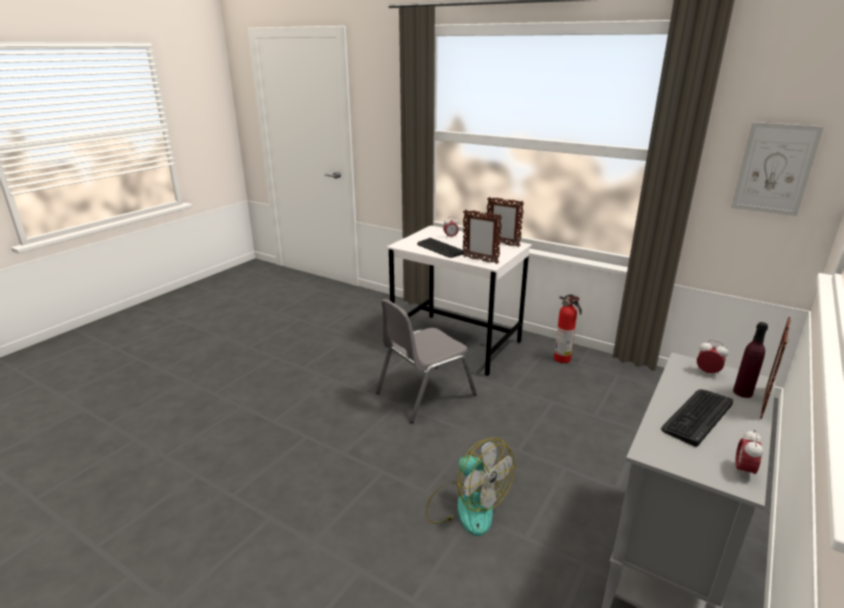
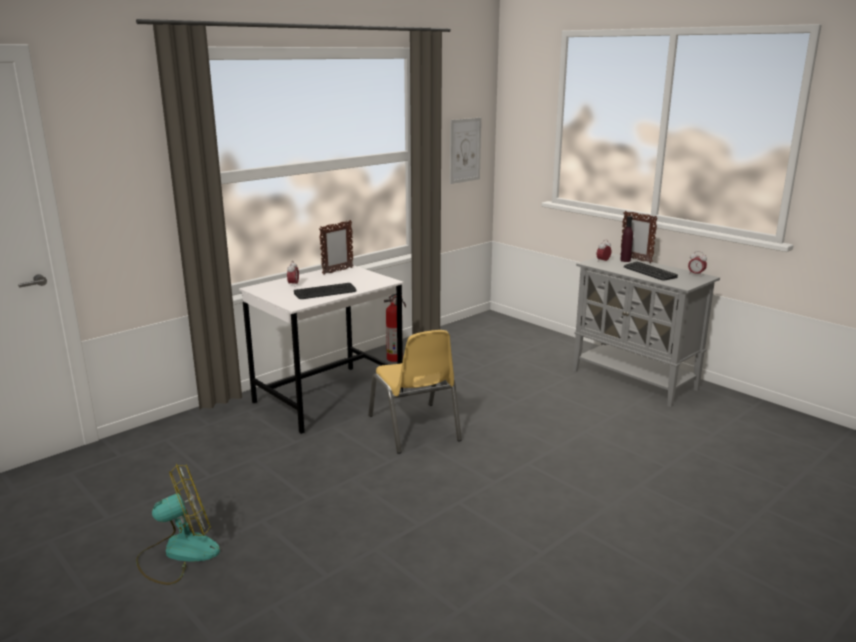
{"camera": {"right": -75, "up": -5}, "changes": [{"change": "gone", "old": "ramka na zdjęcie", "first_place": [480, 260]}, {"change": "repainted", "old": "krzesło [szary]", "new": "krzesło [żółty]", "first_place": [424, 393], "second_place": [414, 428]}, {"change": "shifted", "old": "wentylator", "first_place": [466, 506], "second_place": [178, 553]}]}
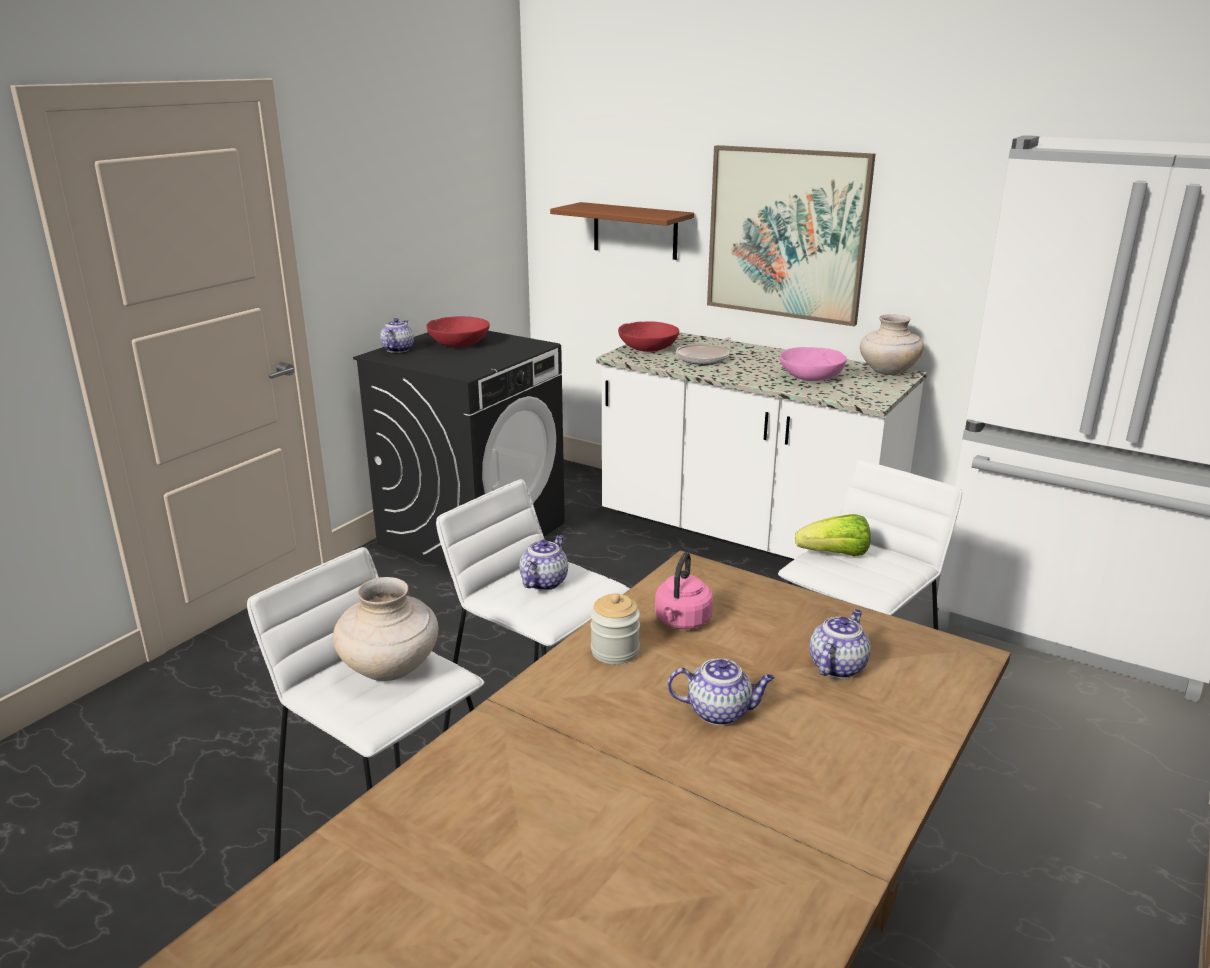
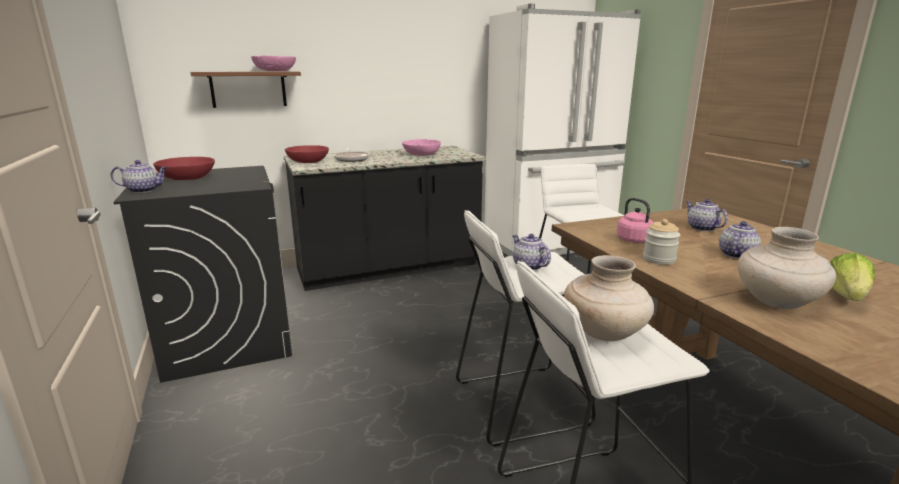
{"camera": {"right": -55, "up": -5}, "changes": [{"change": "gone", "old": "obraz", "first_place": [786, 234]}, {"change": "shifted", "old": "wazon [beżowy]", "first_place": [887, 372], "second_place": [777, 302]}, {"change": "rotated", "old": "imbryk", "first_place": [398, 349], "second_place": [144, 190], "degrees": 120}, {"change": "repainted", "old": "zabudowa kuchenna [biały]", "new": "zabudowa kuchenna [czarny]", "first_place": [745, 538], "second_place": [389, 268]}, {"change": "shifted", "old": "sałata", "first_place": [835, 555], "second_place": [846, 296]}, {"change": "new", "new": "miska [różowy]", "second_place": [275, 71]}]}
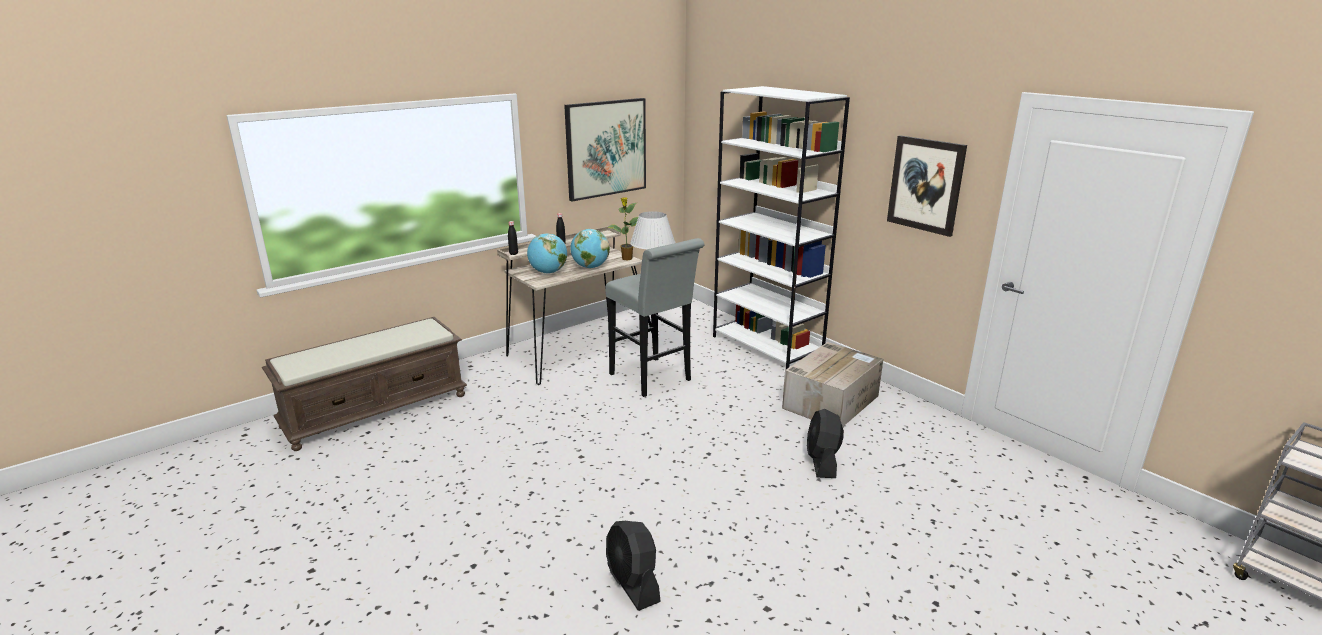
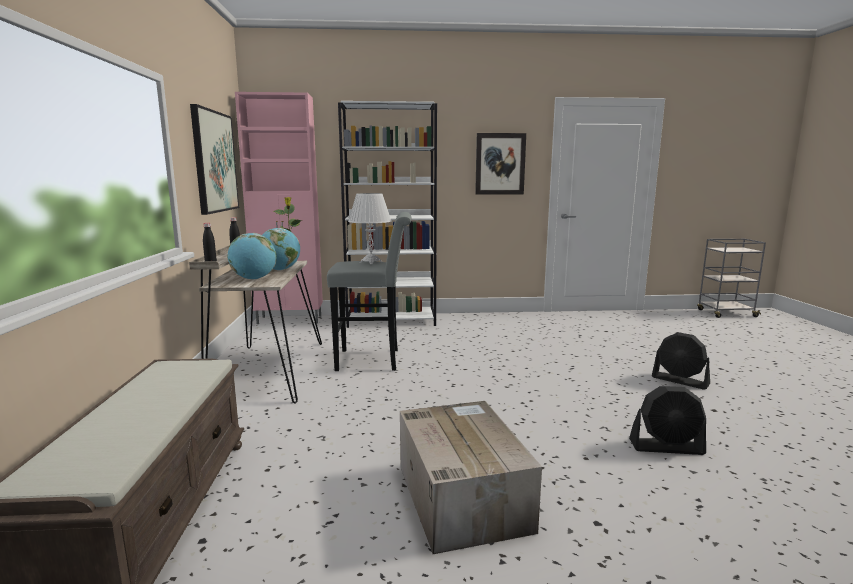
{"camera": {"right": -55, "up": -10}, "changes": [{"change": "shifted", "old": "karton", "first_place": [831, 401], "second_place": [461, 495]}, {"change": "shifted", "old": "wentylator [czarny]", "first_place": [822, 462], "second_place": [680, 381]}, {"change": "new", "new": "szafka [różowy]", "second_place": [290, 320]}]}
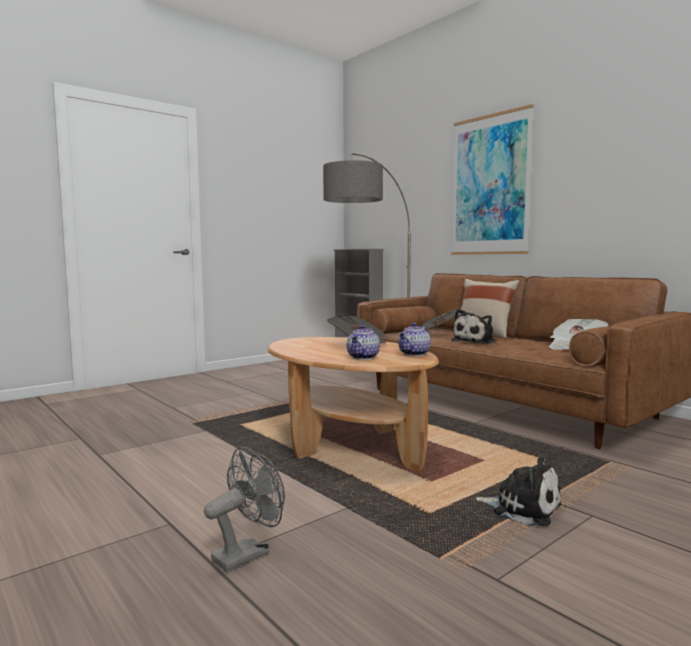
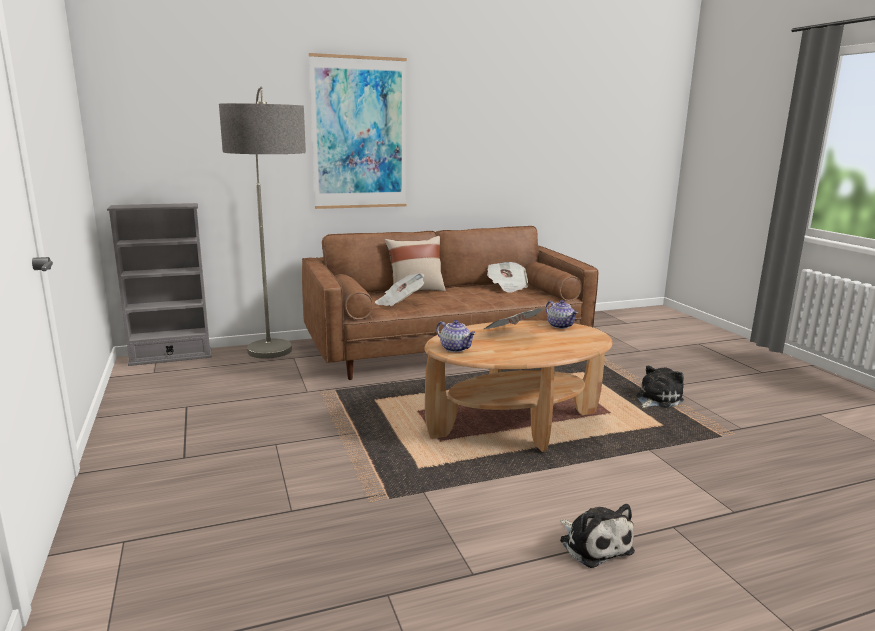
{"camera": {"right": -70, "up": 10}, "changes": [{"change": "shifted", "old": "pluszak", "first_place": [476, 341], "second_place": [593, 544]}, {"change": "shifted", "old": "imbryk", "first_place": [363, 357], "second_place": [456, 348]}, {"change": "gone", "old": "wentylator [szary]", "first_place": [248, 553]}]}
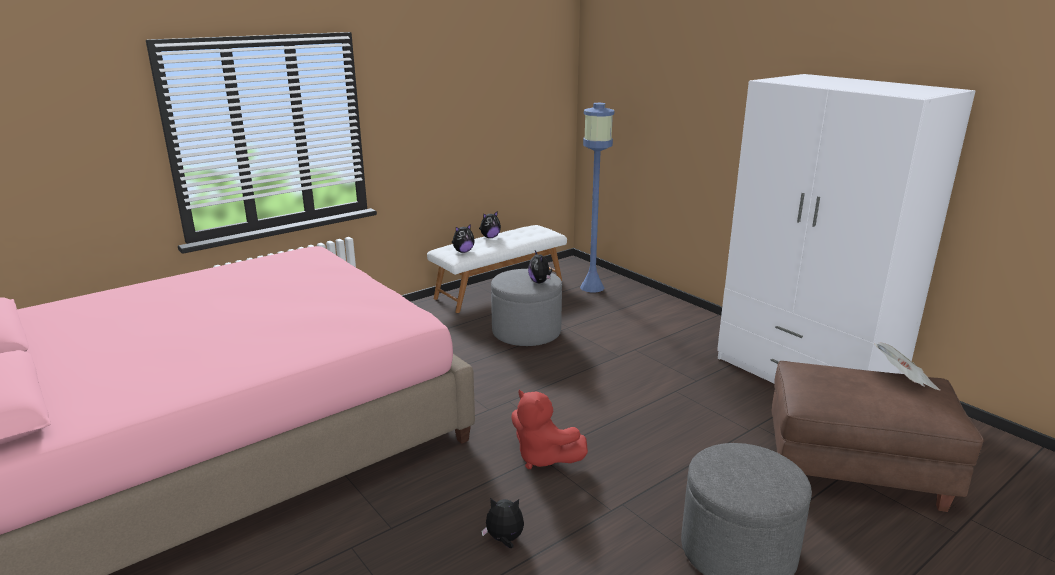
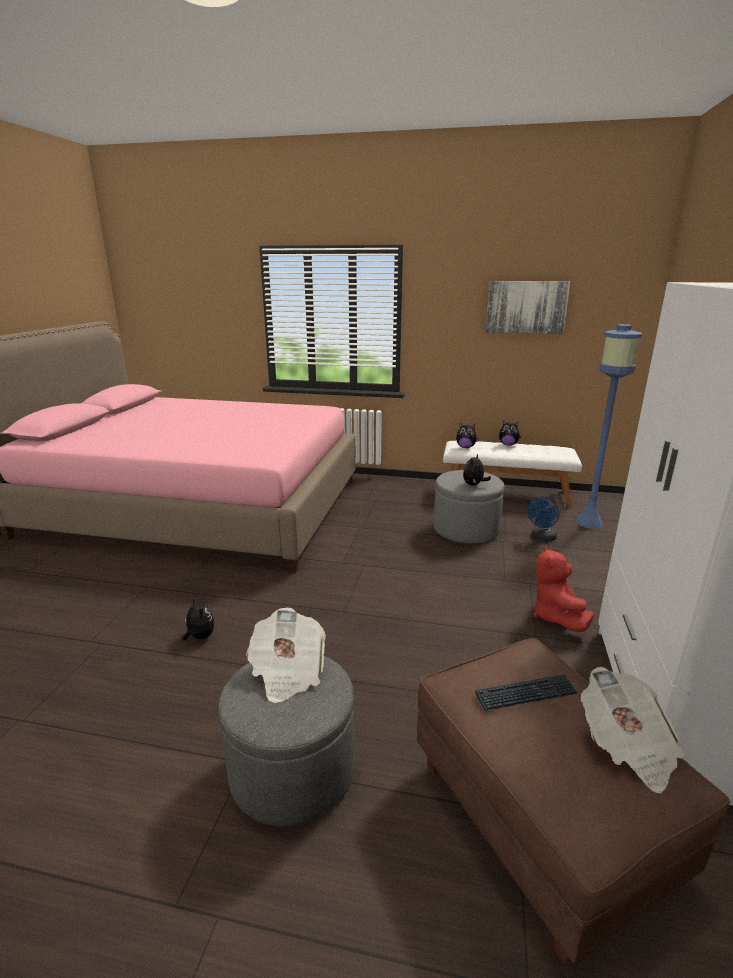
{"camera": {"right": 50, "up": 0}, "changes": [{"change": "shifted", "old": "pluszak [czerwony]", "first_place": [543, 457], "second_place": [556, 617]}, {"change": "new", "new": "obraz", "second_place": [526, 307]}, {"change": "new", "new": "wentylator [niebieski]", "second_place": [542, 538]}, {"change": "new", "new": "gazeta", "second_place": [287, 671]}, {"change": "new", "new": "klawiatura", "second_place": [526, 694]}]}
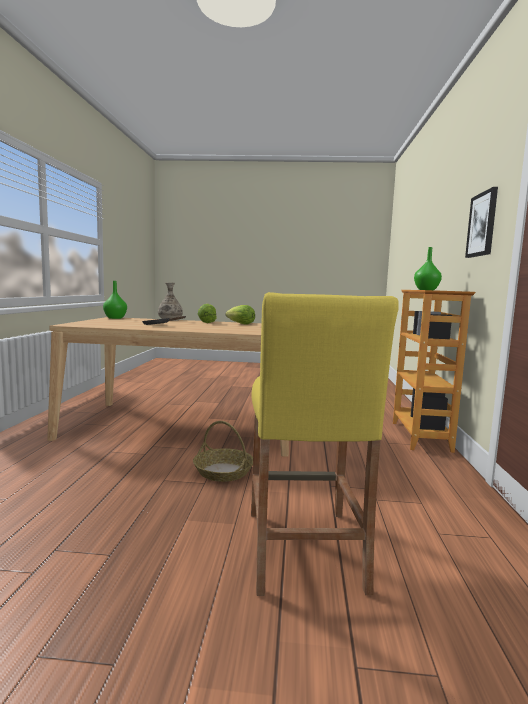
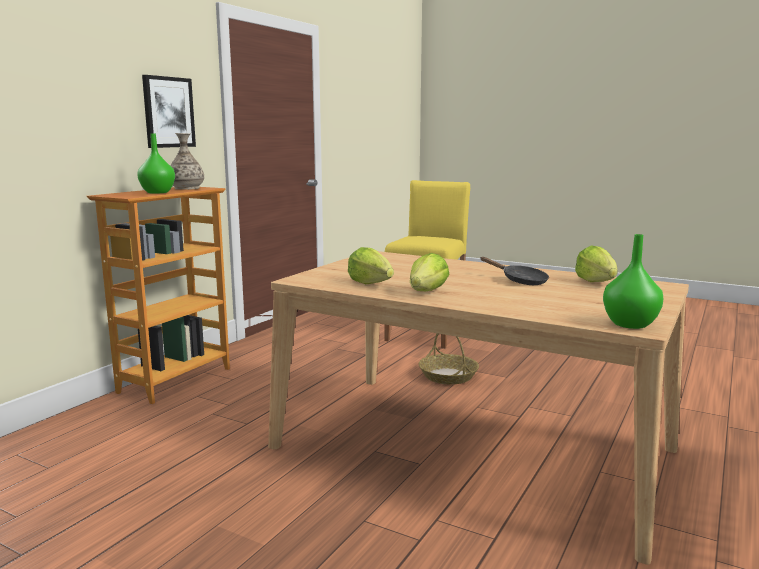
{"camera": {"right": -155, "up": 5}, "changes": [{"change": "shifted", "old": "wazon", "first_place": [170, 320], "second_place": [187, 188]}, {"change": "new", "new": "sałata", "second_place": [596, 282]}]}
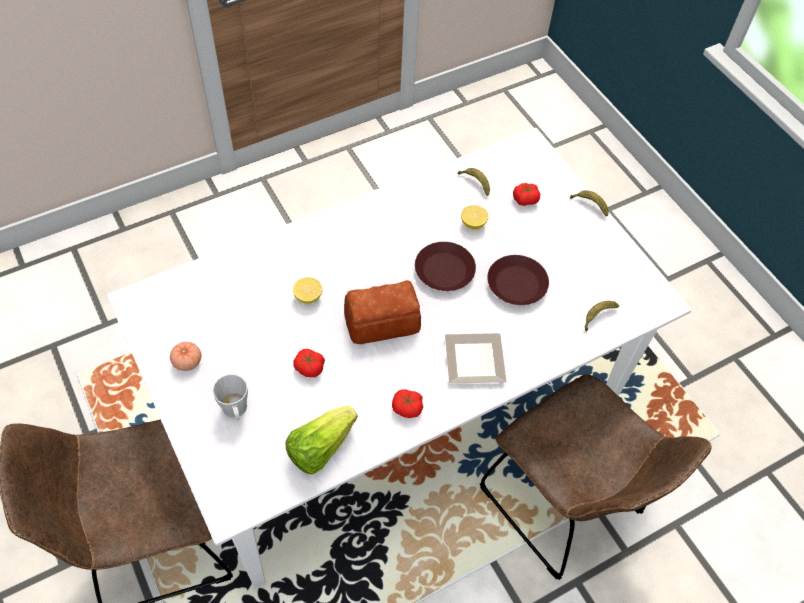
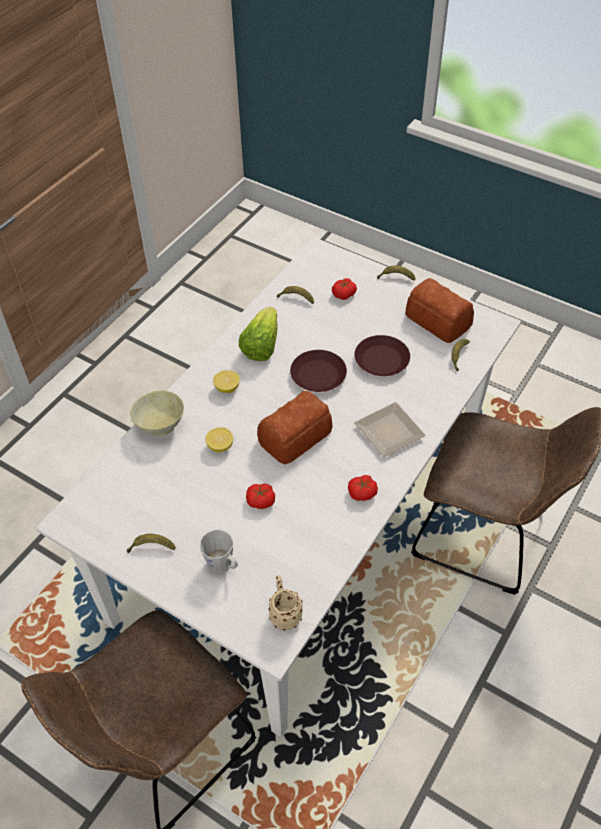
{"camera": {"right": -25, "up": -5}, "changes": [{"change": "shifted", "old": "cytryna", "first_place": [473, 223], "second_place": [227, 388]}, {"change": "swapped", "old": "pomidor", "new": "banan", "first_place": [187, 361], "second_place": [151, 547]}, {"change": "shifted", "old": "sałata", "first_place": [320, 447], "second_place": [261, 345]}, {"change": "new", "new": "chleb", "second_place": [438, 321]}, {"change": "new", "new": "miska [beżowy]", "second_place": [160, 424]}, {"change": "new", "new": "kubek [beżowy]", "second_place": [284, 613]}]}
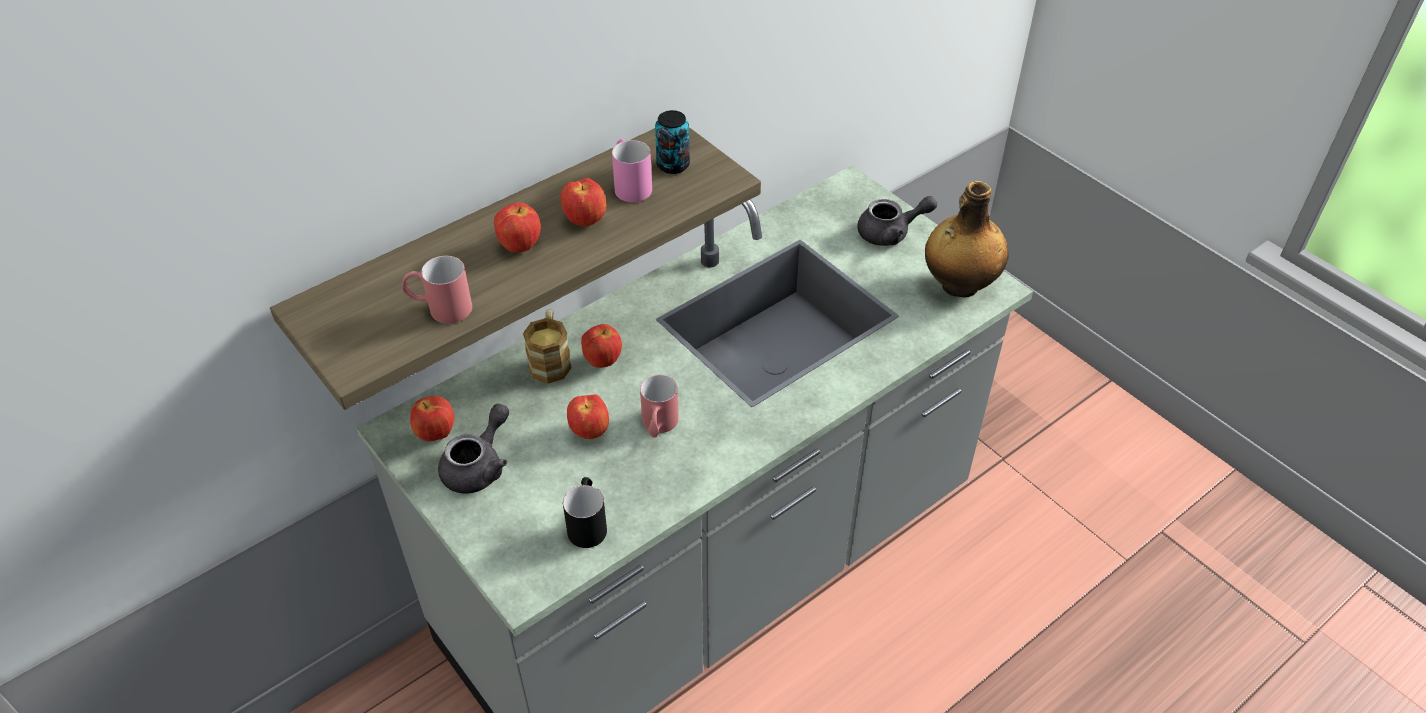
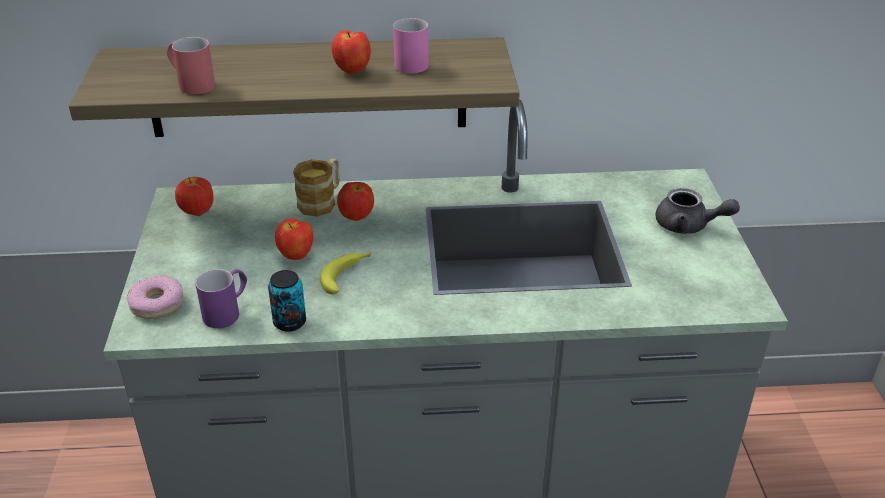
{"camera": {"right": 35, "up": -10}, "changes": [{"change": "shifted", "old": "puszka", "first_place": [673, 165], "second_place": [289, 322]}, {"change": "gone", "old": "butelka", "first_place": [958, 286]}, {"change": "gone", "old": "jabłko", "first_place": [520, 246]}, {"change": "swapped", "old": "kubek [czerwony]", "new": "banan", "first_place": [658, 427], "second_place": [348, 275]}, {"change": "gone", "old": "imbryk [szary]", "first_place": [479, 466]}, {"change": "repainted", "old": "kubek [czarny]", "new": "kubek [fioletowy]", "first_place": [587, 522], "second_place": [228, 311]}, {"change": "new", "new": "donut", "second_place": [157, 304]}]}
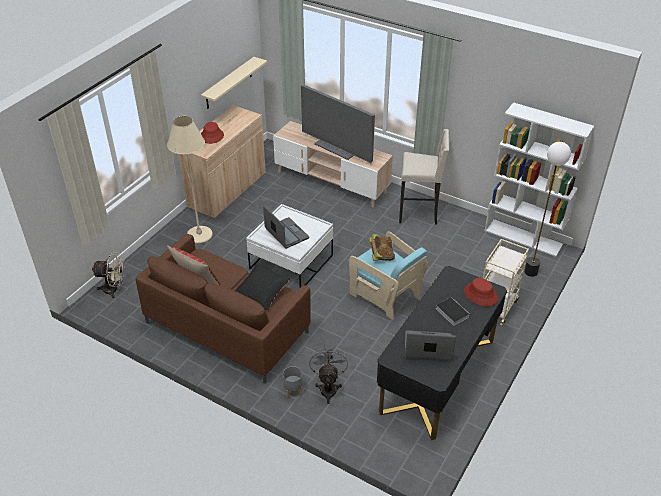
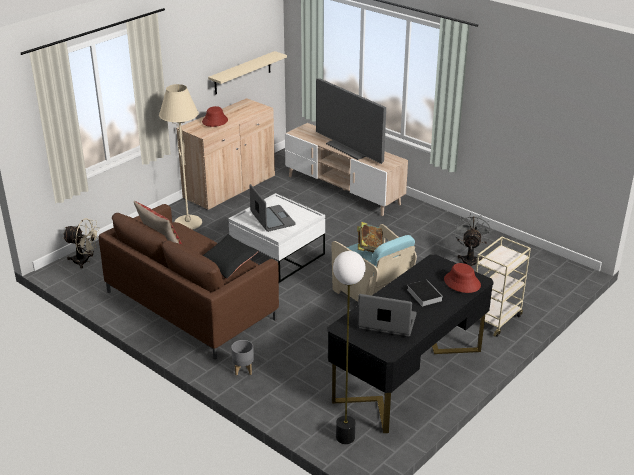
{"camera": {"right": 10, "up": -10}, "changes": [{"change": "gone", "old": "regał [biały]", "first_place": [523, 237]}, {"change": "gone", "old": "stołek [beżowy]", "first_place": [419, 213]}, {"change": "shifted", "old": "lampa stojąca", "first_place": [530, 272], "second_place": [345, 437]}, {"change": "shifted", "old": "wentylator [szary]", "first_place": [328, 387], "second_place": [469, 259]}]}
